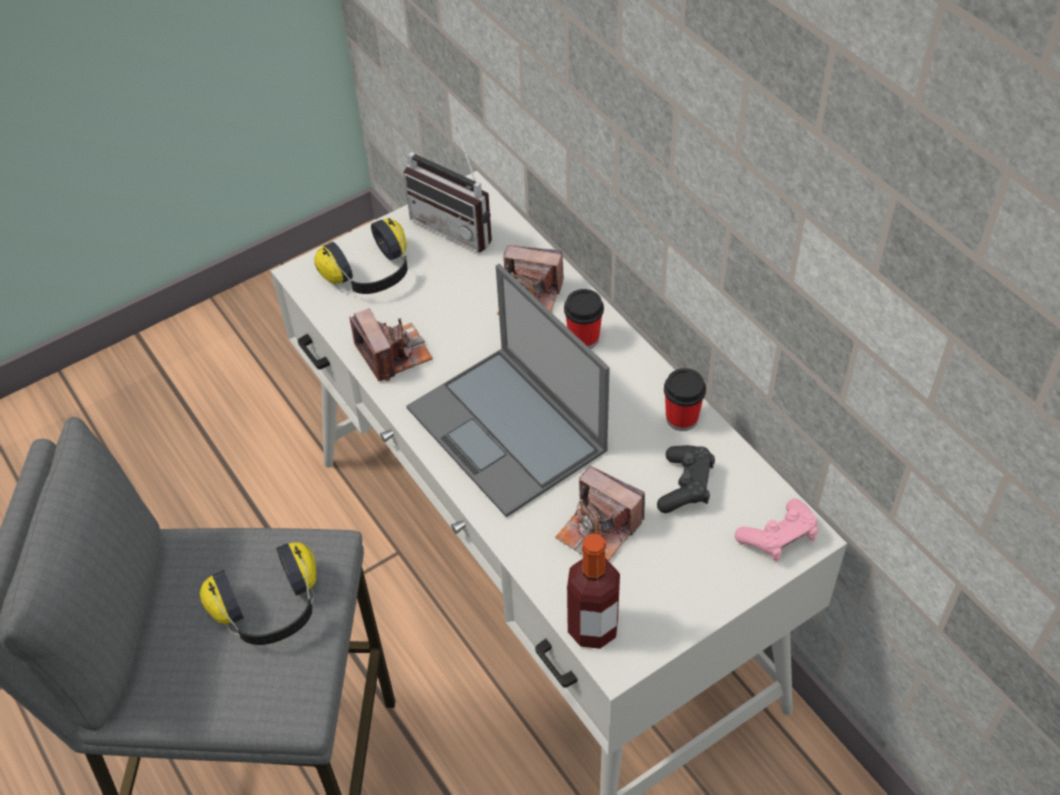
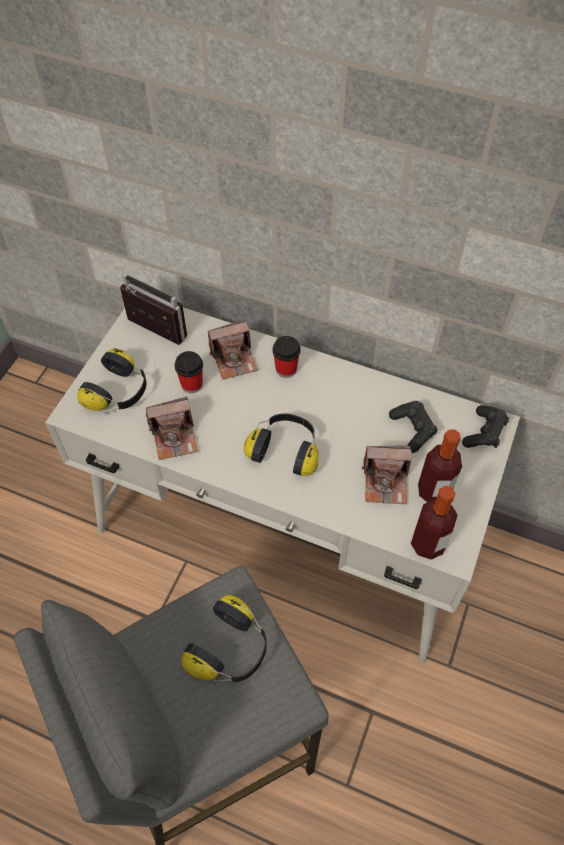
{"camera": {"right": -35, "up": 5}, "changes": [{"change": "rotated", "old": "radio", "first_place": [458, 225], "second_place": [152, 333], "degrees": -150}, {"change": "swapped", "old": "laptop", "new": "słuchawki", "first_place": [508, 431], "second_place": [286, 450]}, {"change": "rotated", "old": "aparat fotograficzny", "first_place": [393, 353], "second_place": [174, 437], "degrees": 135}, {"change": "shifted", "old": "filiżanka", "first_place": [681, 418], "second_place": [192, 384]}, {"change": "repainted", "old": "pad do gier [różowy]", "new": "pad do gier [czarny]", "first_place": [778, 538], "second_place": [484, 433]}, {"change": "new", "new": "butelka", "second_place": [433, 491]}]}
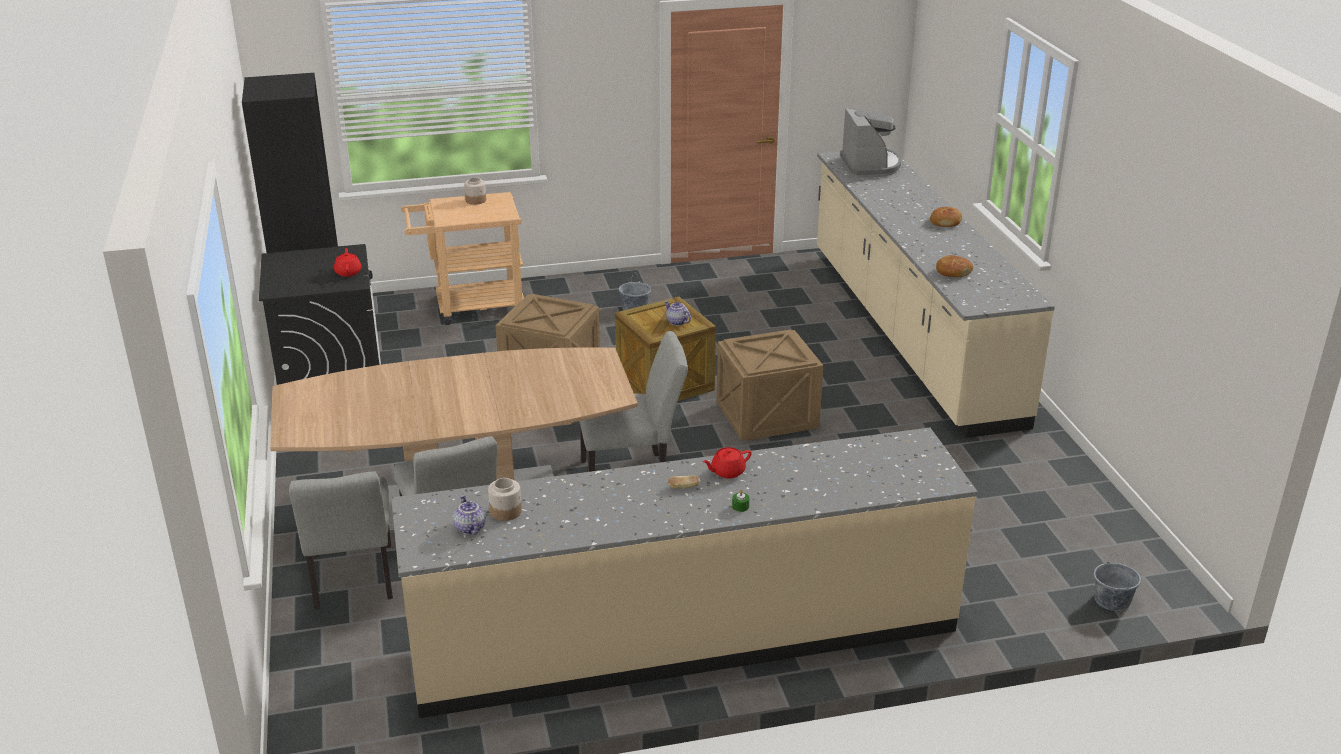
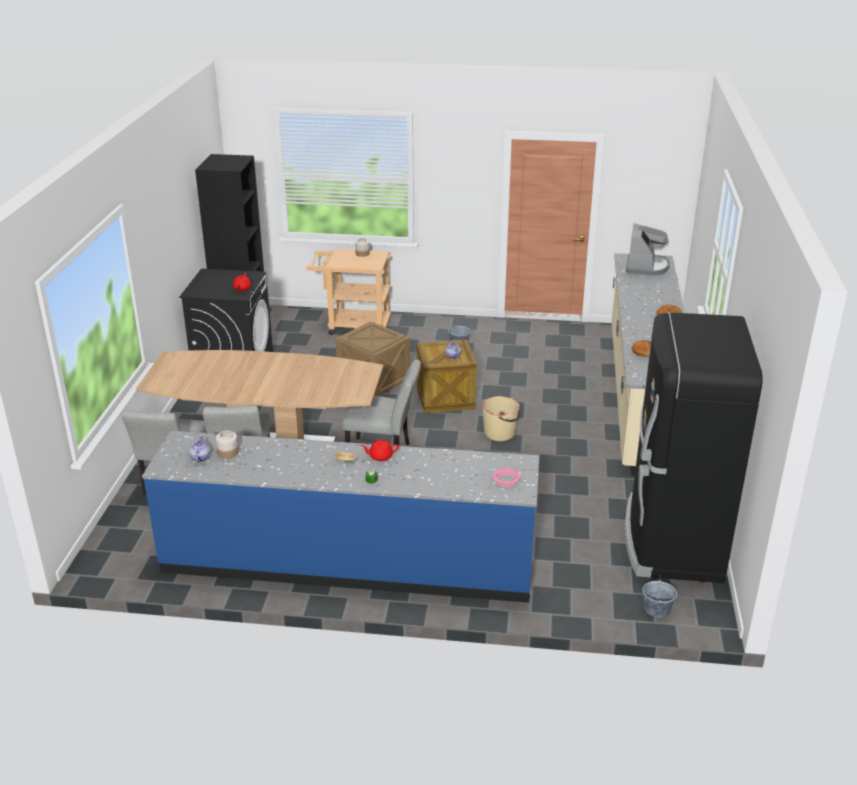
{"camera": {"right": 20, "up": 0}, "changes": [{"change": "swapped", "old": "skrzynka", "new": "wiadro [beżowy]", "first_place": [768, 416], "second_place": [500, 433]}, {"change": "repainted", "old": "zabudowa kuchenna [beżowy]", "new": "zabudowa kuchenna [niebieski]", "first_place": [684, 635], "second_place": [348, 562]}, {"change": "new", "new": "lodówka [czarny]", "second_place": [672, 540]}, {"change": "new", "new": "miska [różowy]", "second_place": [506, 480]}]}
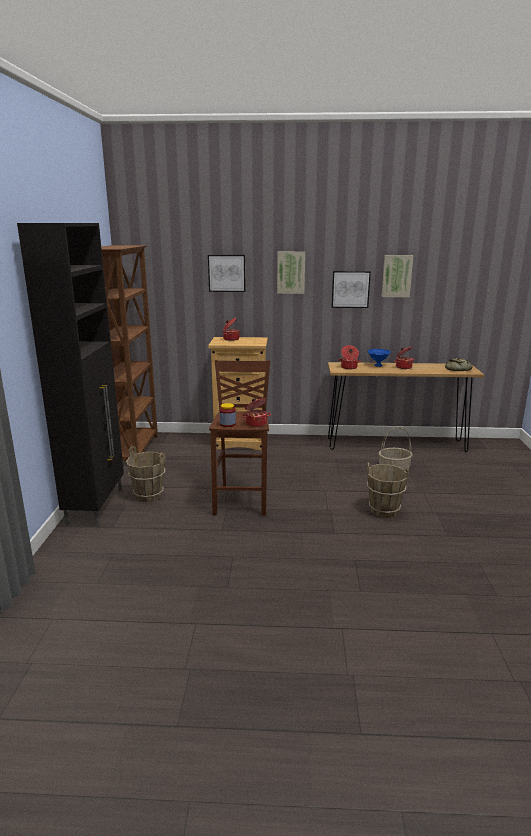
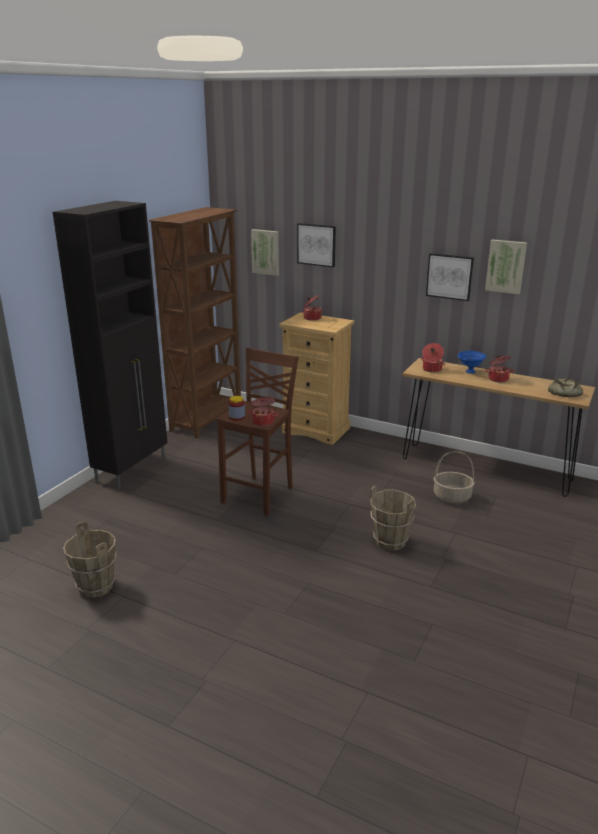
{"camera": {"right": 25, "up": 5}, "changes": [{"change": "shifted", "old": "obraz", "first_place": [291, 272], "second_place": [266, 252]}, {"change": "shifted", "old": "wiadro [brązowy]", "first_place": [148, 495], "second_place": [95, 587]}]}
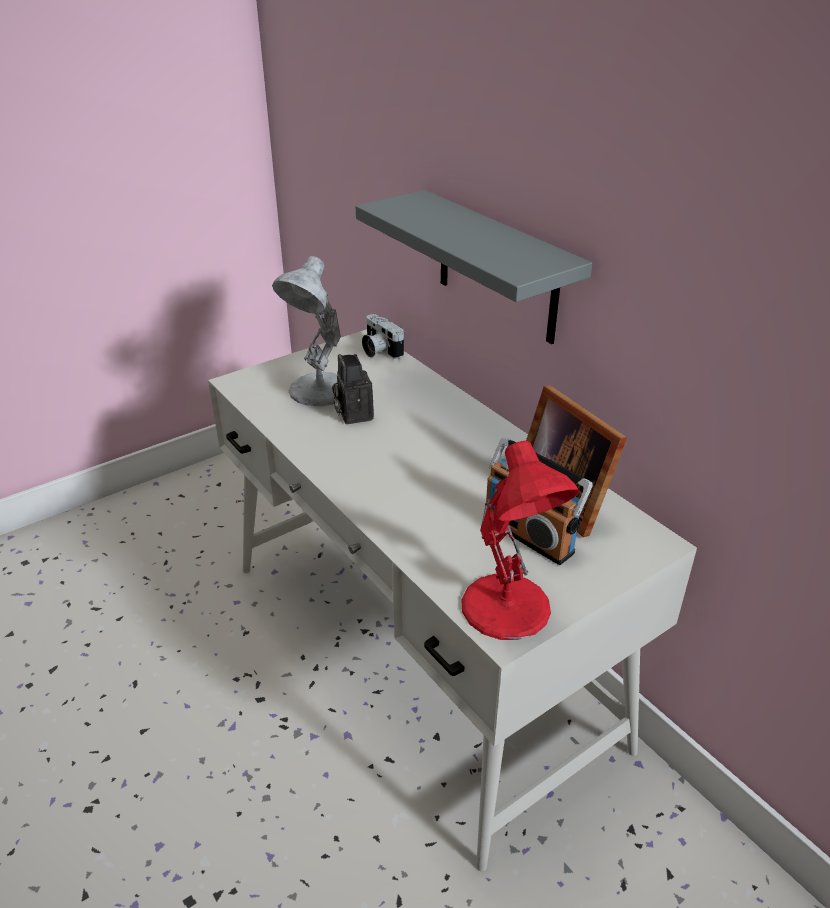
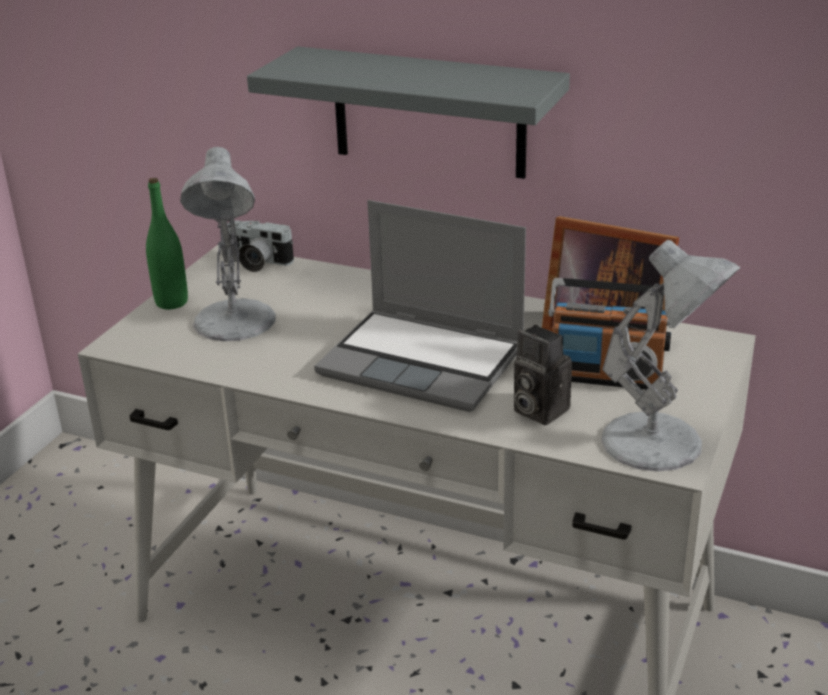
{"camera": {"right": -30, "up": -5}, "changes": [{"change": "shifted", "old": "aparat fotograficzny", "first_place": [353, 414], "second_place": [537, 410]}, {"change": "repainted", "old": "lampa stołowa [czerwony]", "new": "lampa stołowa [biały]", "first_place": [508, 609], "second_place": [657, 443]}, {"change": "new", "new": "butelka [zielony]", "second_place": [171, 302]}, {"change": "new", "new": "laptop", "second_place": [425, 362]}]}
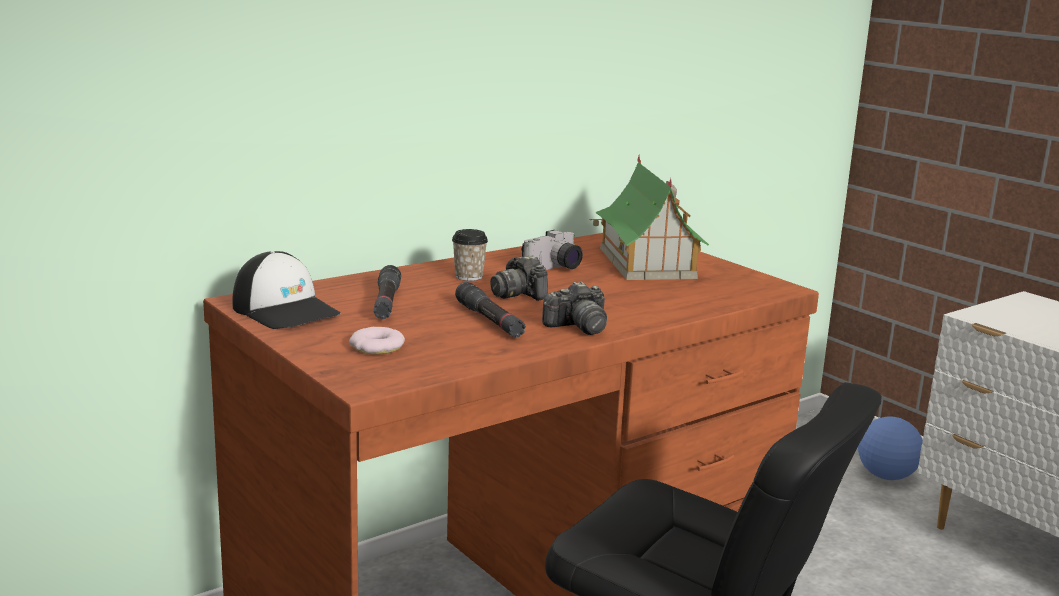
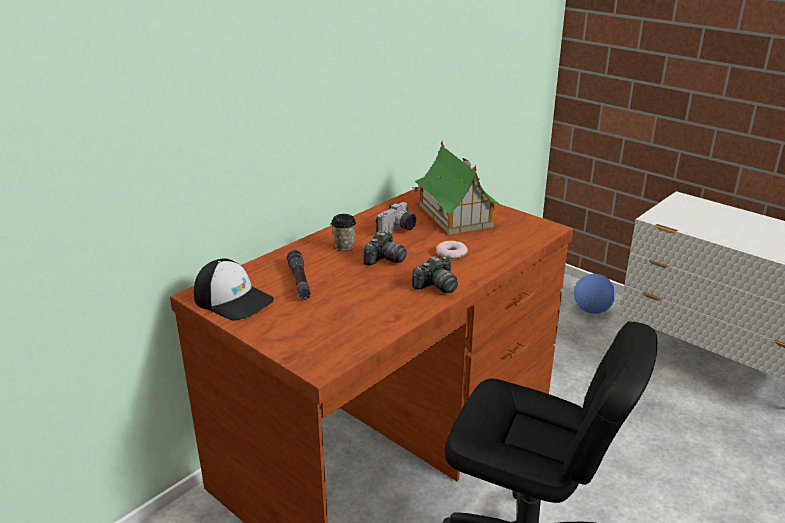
{"camera": {"right": -10, "up": 10}, "changes": [{"change": "rotated", "old": "aparat fotograficzny", "first_place": [518, 294], "second_place": [384, 259], "degrees": -105}, {"change": "gone", "old": "latarka [czarny]", "first_place": [489, 320]}, {"change": "shifted", "old": "donut", "first_place": [377, 347], "second_place": [451, 253]}]}
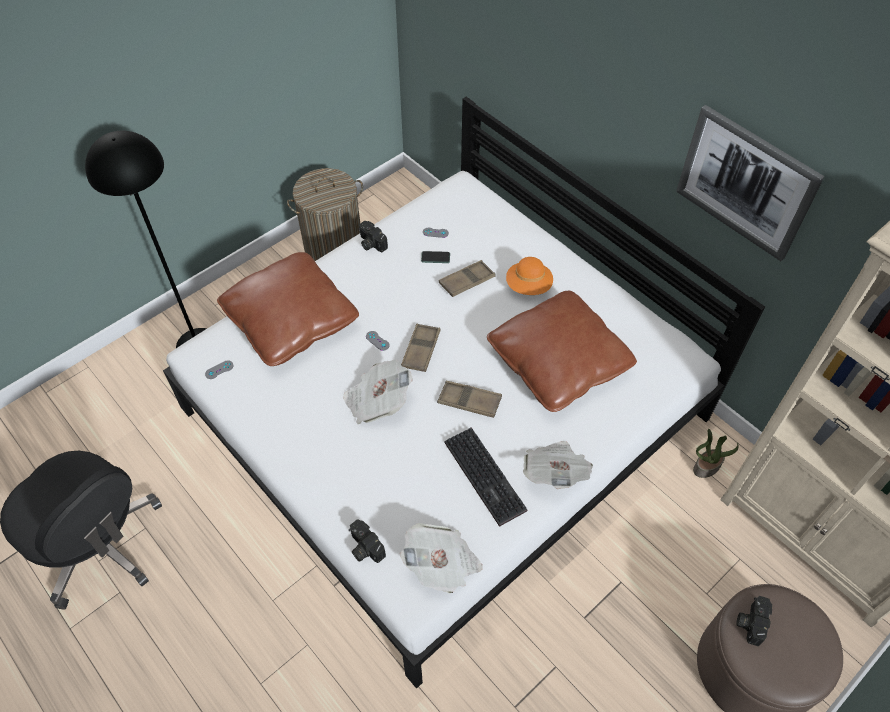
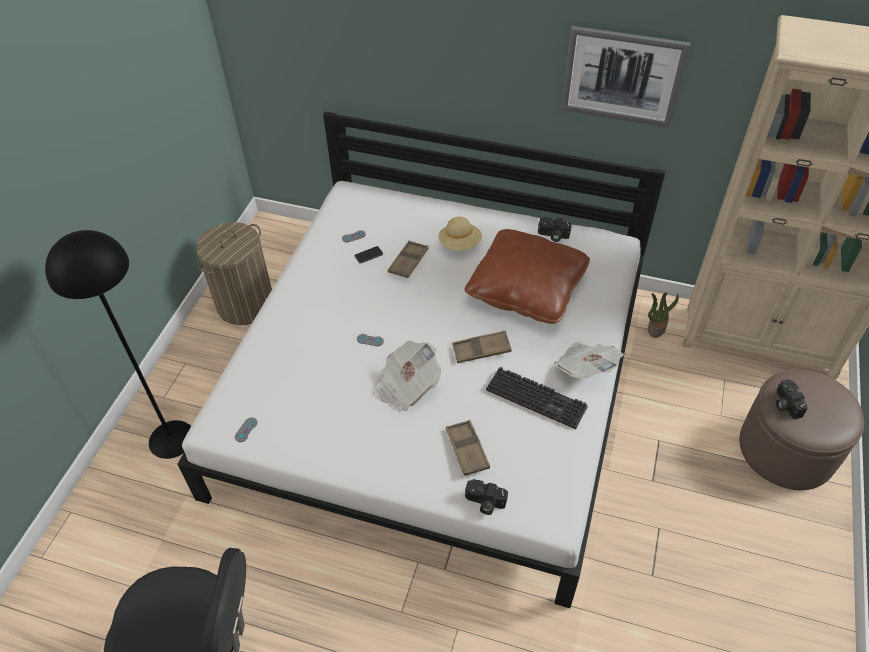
{"camera": {"right": -30, "up": -5}, "changes": [{"change": "shifted", "old": "aparat fotograficzny", "first_place": [370, 243], "second_place": [553, 235]}, {"change": "gone", "old": "poduszka [brązowy]", "first_place": [291, 321]}, {"change": "repainted", "old": "kapelusz [pomarańczowy]", "new": "kapelusz [beżowy]", "first_place": [528, 286], "second_place": [460, 244]}, {"change": "shifted", "old": "taca [brązowy]", "first_place": [421, 350], "second_place": [467, 450]}, {"change": "gone", "old": "gazeta", "first_place": [442, 565]}]}
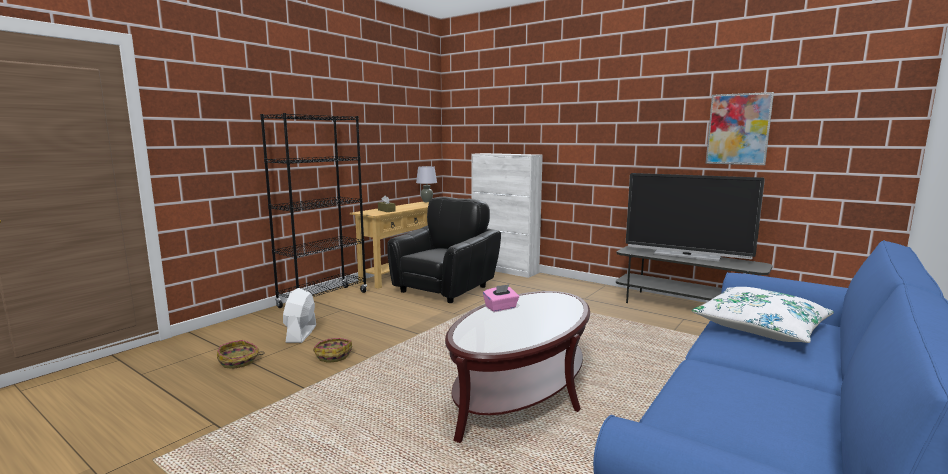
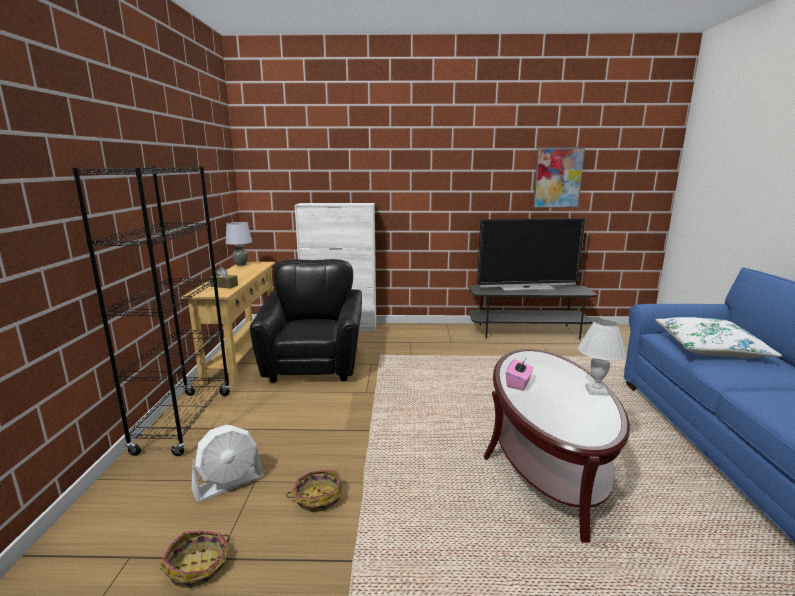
{"camera": {"right": -35, "up": 5}, "changes": [{"change": "rotated", "old": "wentylator [biały]", "first_place": [301, 334], "second_place": [228, 483], "degrees": -90}, {"change": "new", "new": "lampa stołowa [biały]", "second_place": [597, 390]}]}
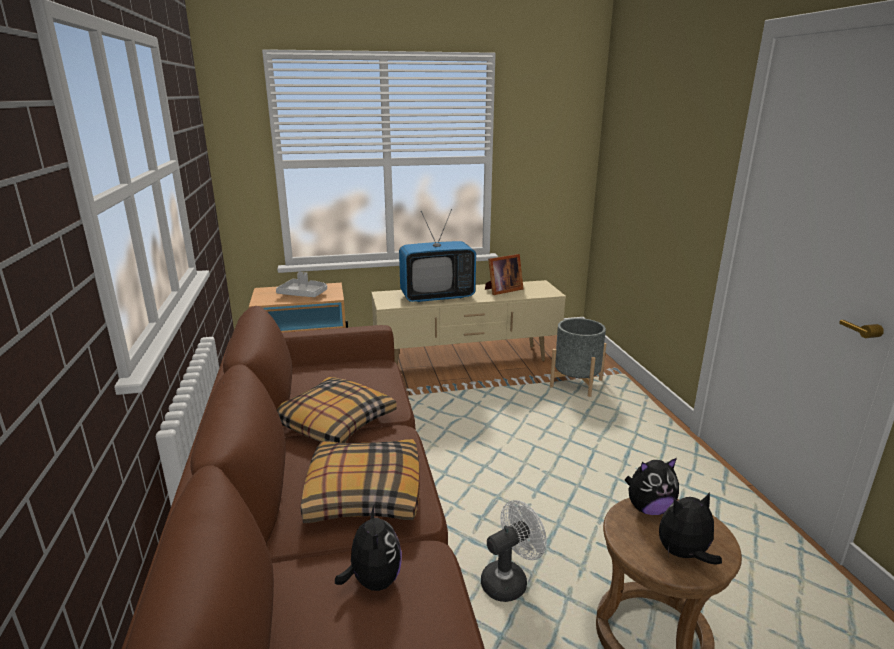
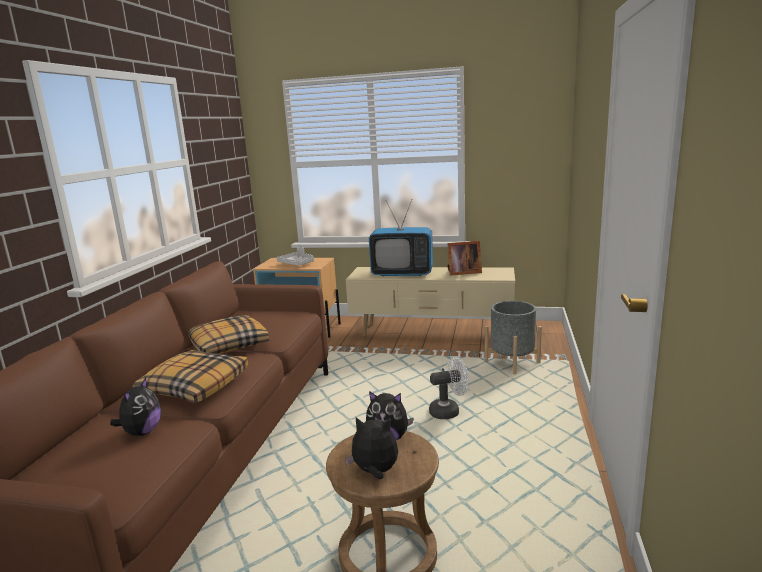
{"camera": {"right": 25, "up": -5}, "changes": [{"change": "shifted", "old": "wentylator [biały]", "first_place": [509, 580], "second_place": [449, 411]}]}
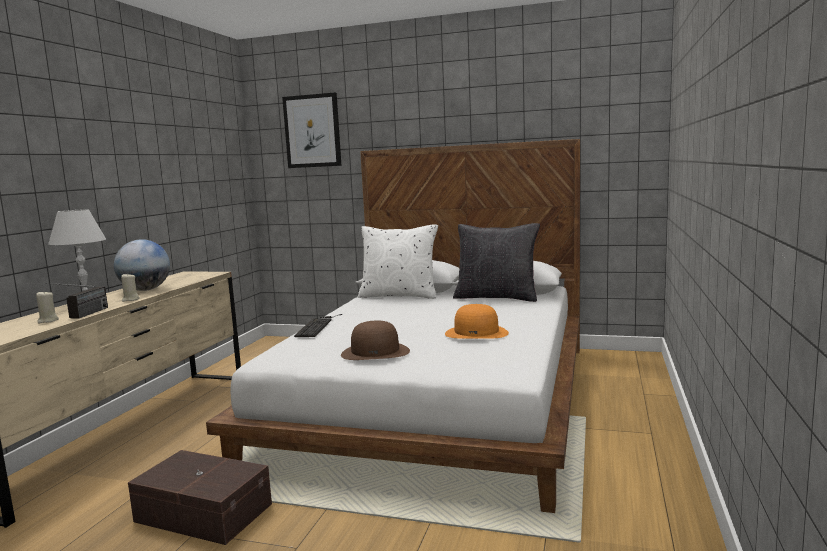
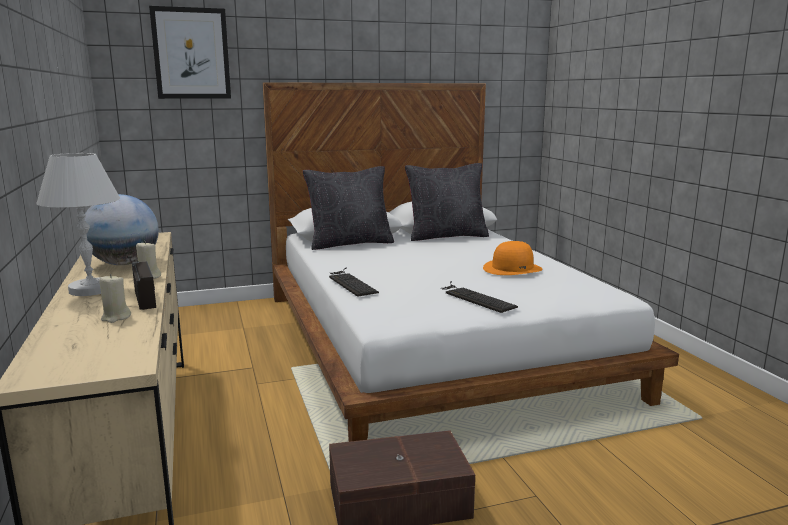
{"camera": {"right": -35, "up": 5}, "changes": [{"change": "repainted", "old": "poduszka [biały]", "new": "poduszka [czarny]", "first_place": [399, 295], "second_place": [349, 243]}, {"change": "swapped", "old": "kapelusz [brązowy]", "new": "klawiatura", "first_place": [375, 352], "second_place": [474, 297]}]}
